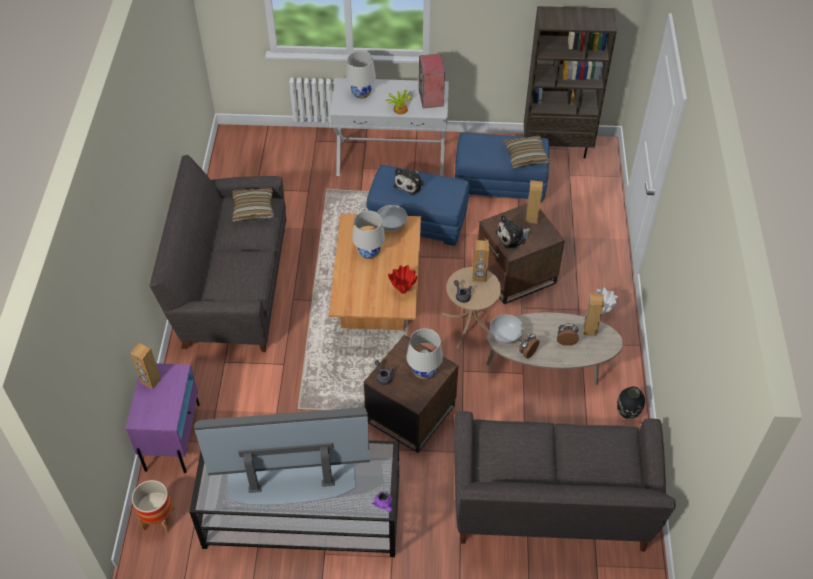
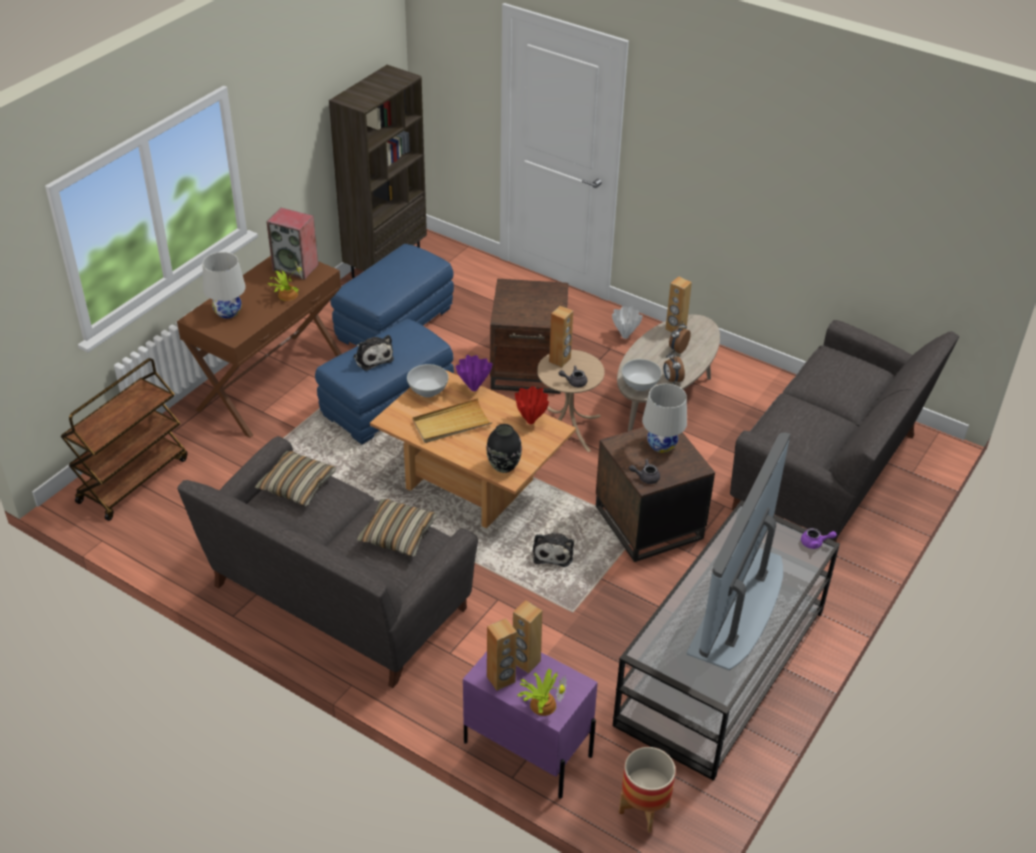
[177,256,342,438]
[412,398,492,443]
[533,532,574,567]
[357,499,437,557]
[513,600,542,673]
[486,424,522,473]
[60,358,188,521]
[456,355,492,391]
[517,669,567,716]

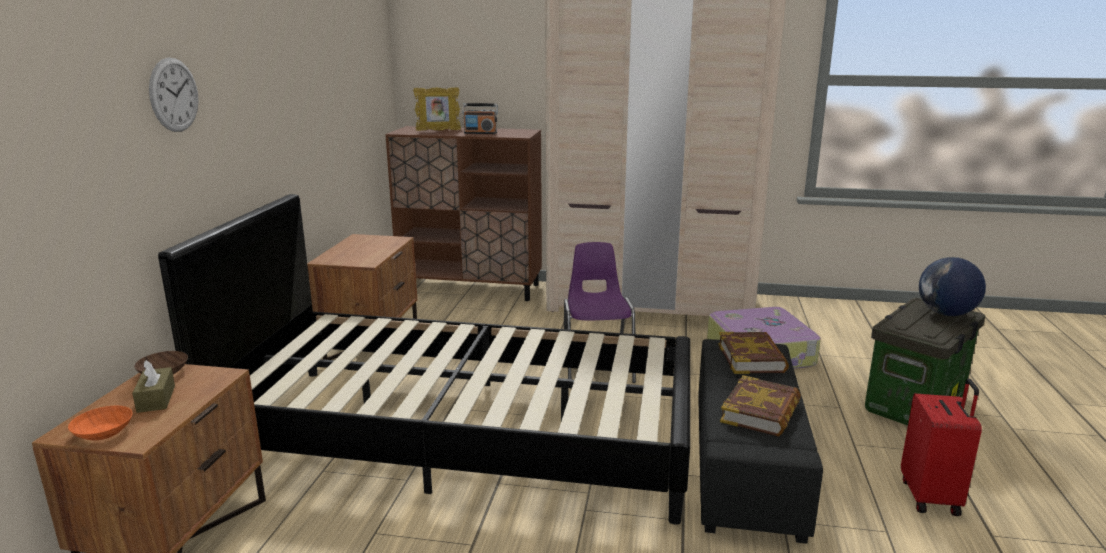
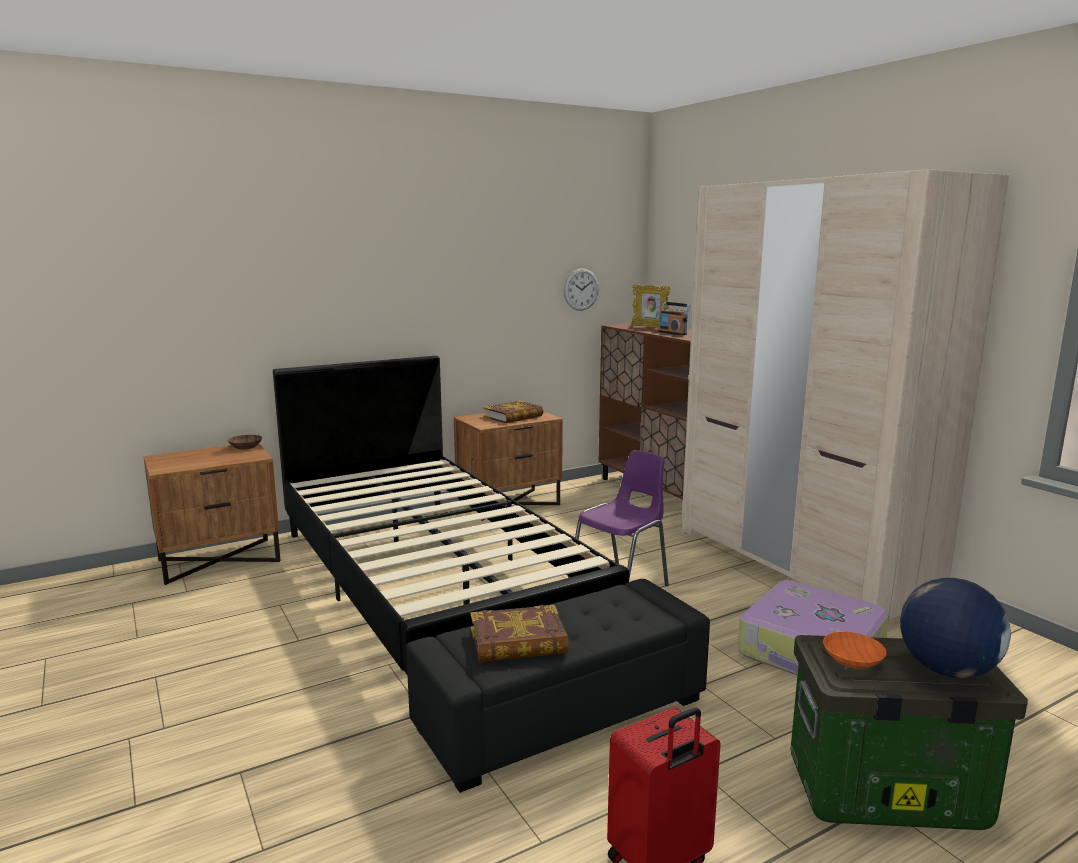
[823,632,887,669]
[132,360,175,413] (first image)
[564,268,599,311]
[483,401,544,423]

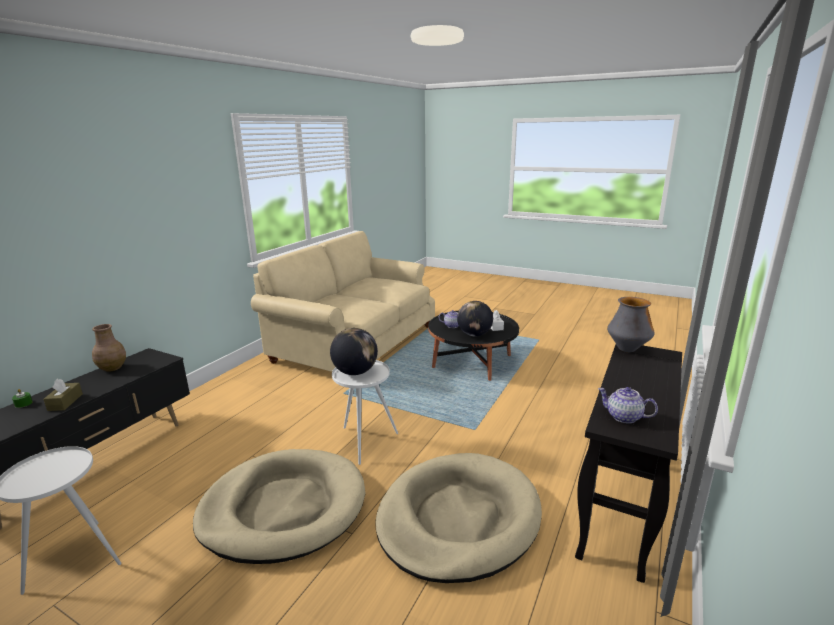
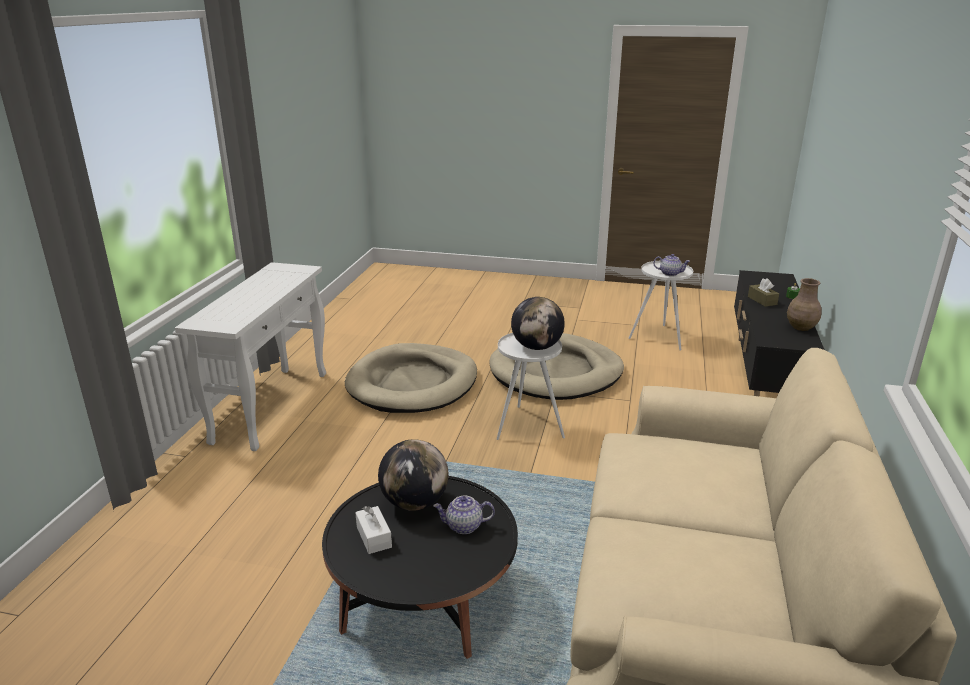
[175,262,326,451]
[653,254,690,276]
[607,297,655,352] (first image)

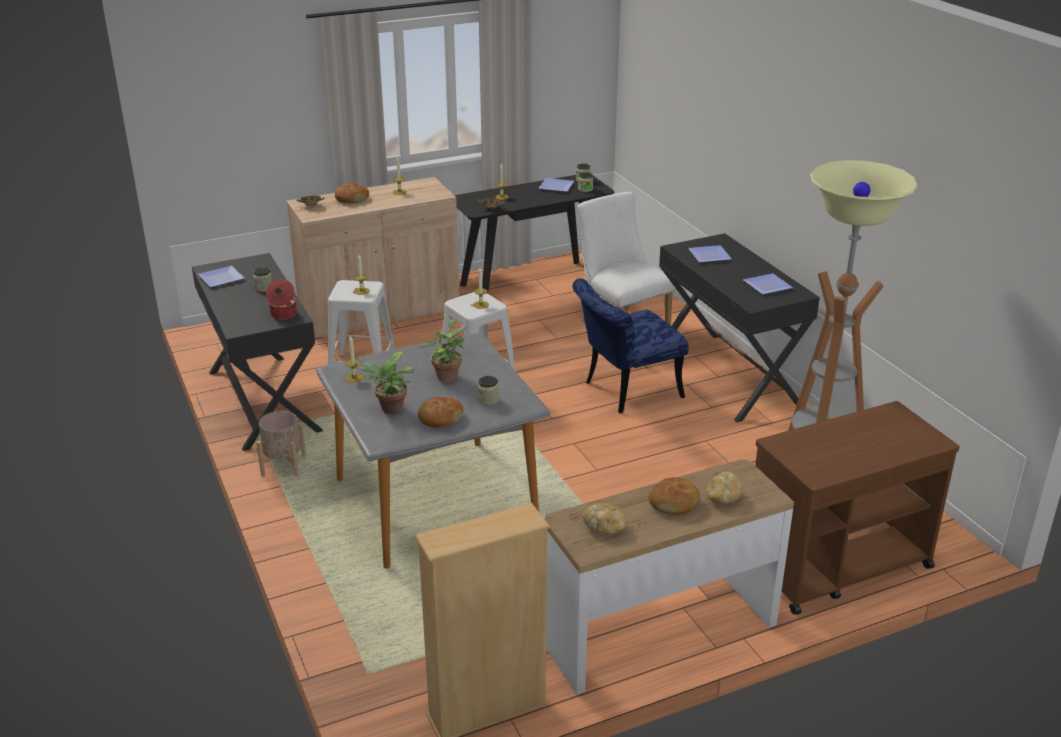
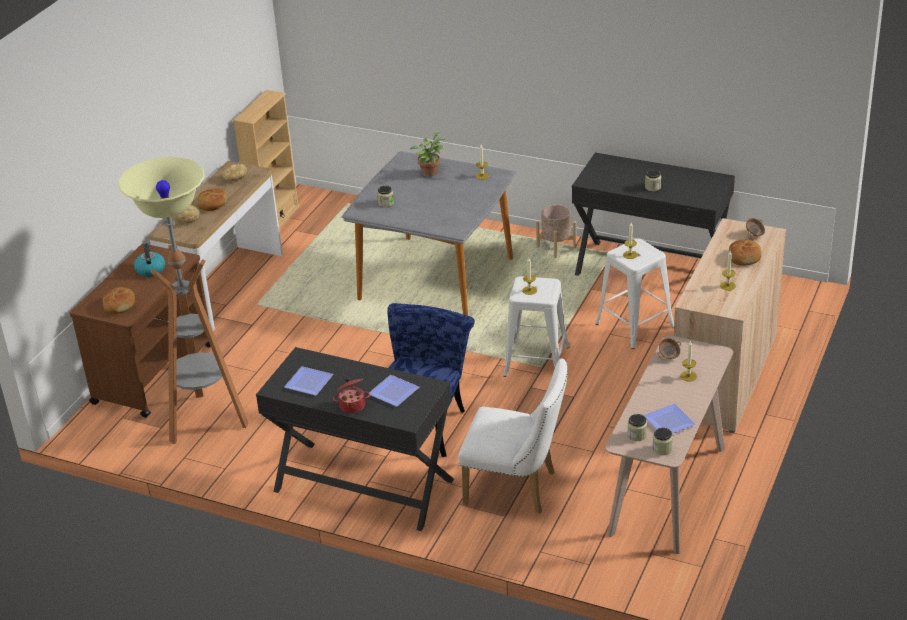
[198,266,245,287] (first image)
[333,378,370,413]
[103,287,135,314]
[419,319,466,382] (first image)
[605,335,733,554]
[134,243,165,277]

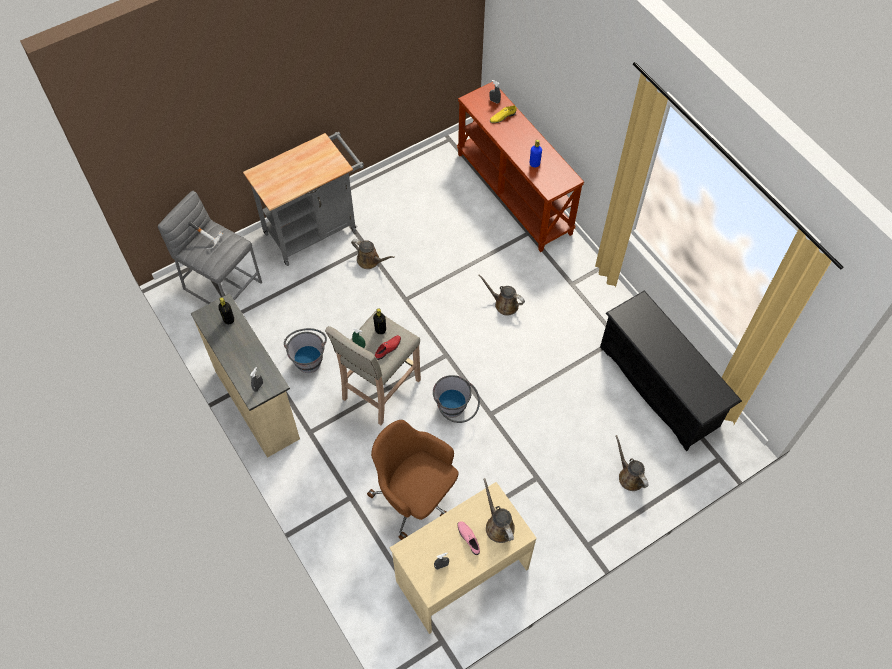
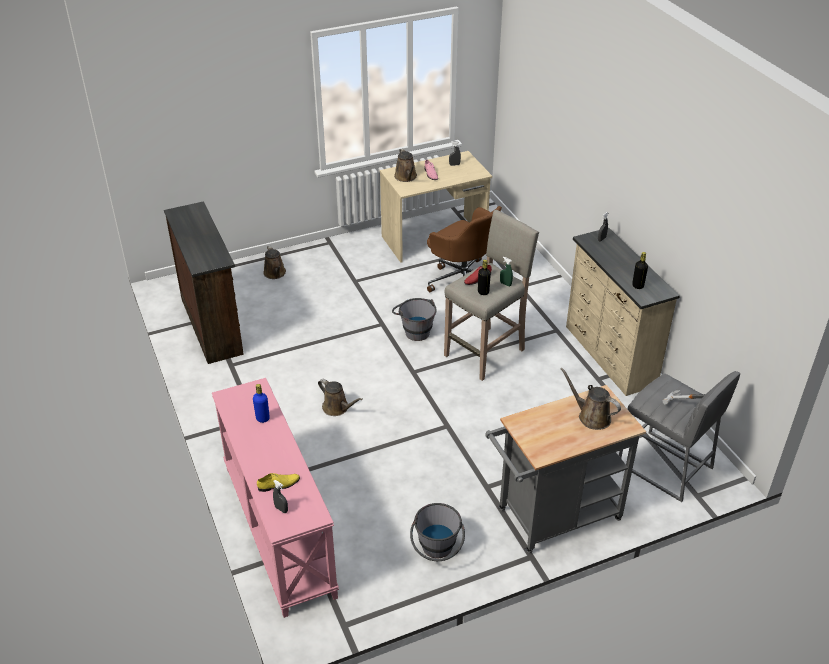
[410,503,465,561]
[560,367,621,430]
[212,378,339,618]
[164,201,244,364]

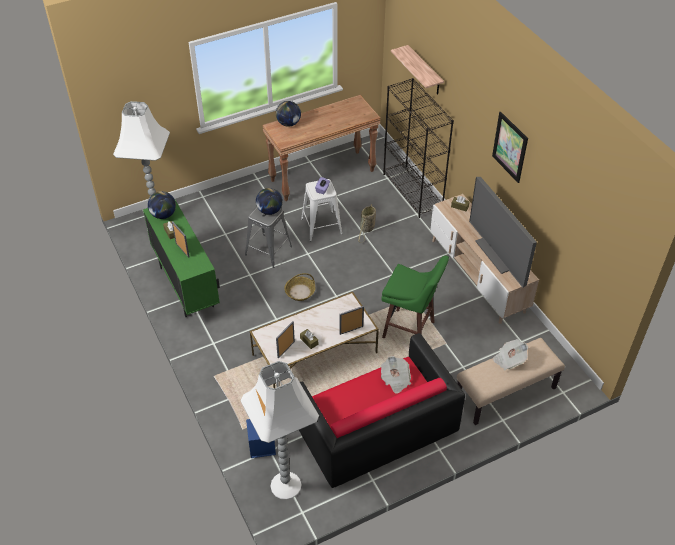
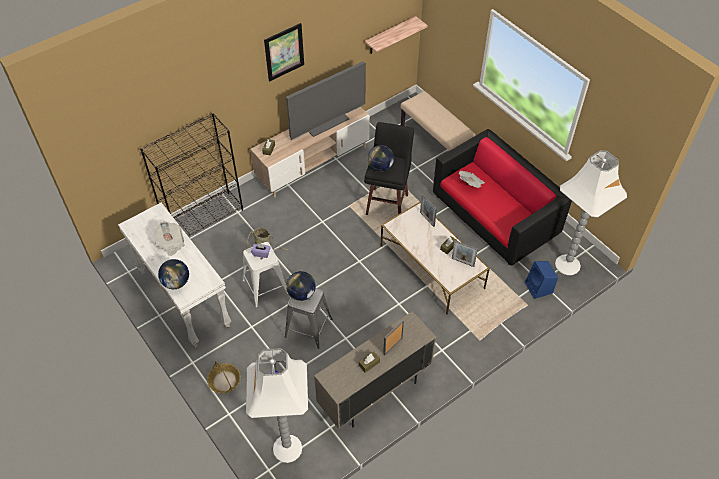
[314,311,436,429]
[368,145,394,172]
[118,203,231,348]
[207,361,241,393]
[364,122,414,215]
[365,16,428,54]
[154,221,185,256]

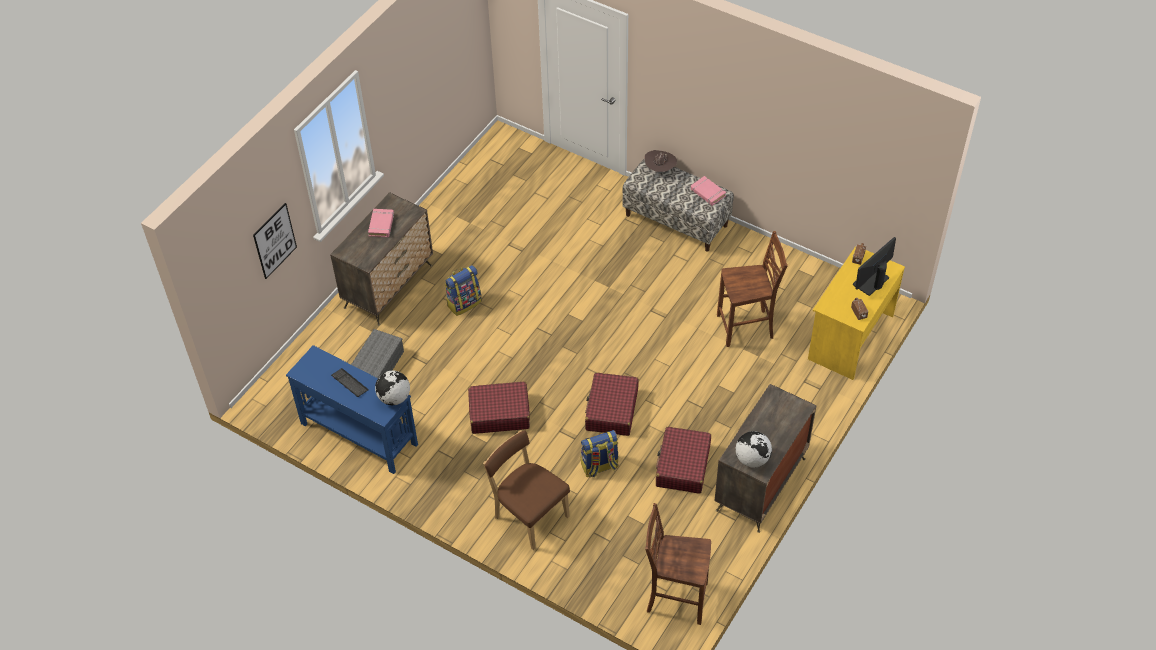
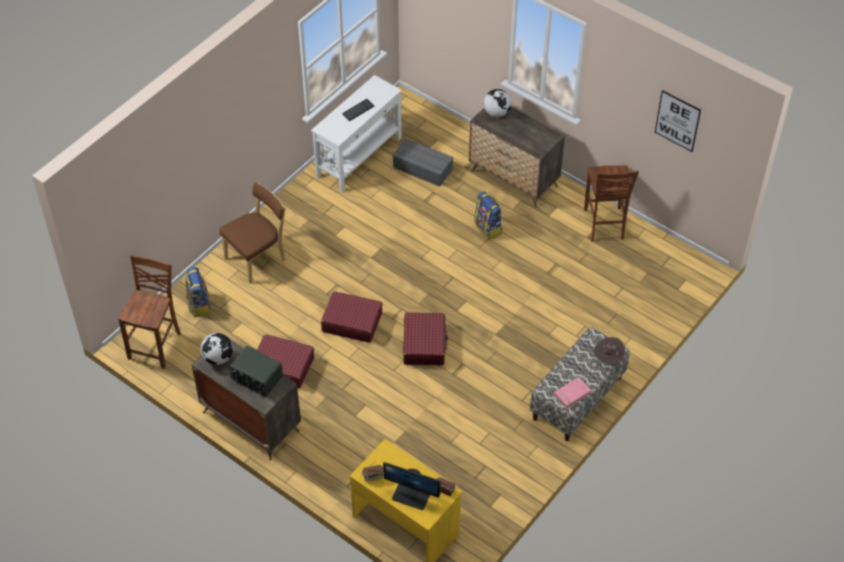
[655,90,701,152]
[311,75,402,193]
[368,209,394,237] (first image)
[483,89,511,117]
[403,312,448,365]
[186,267,211,317]
[584,165,639,242]
[383,462,440,510]
[229,346,283,397]

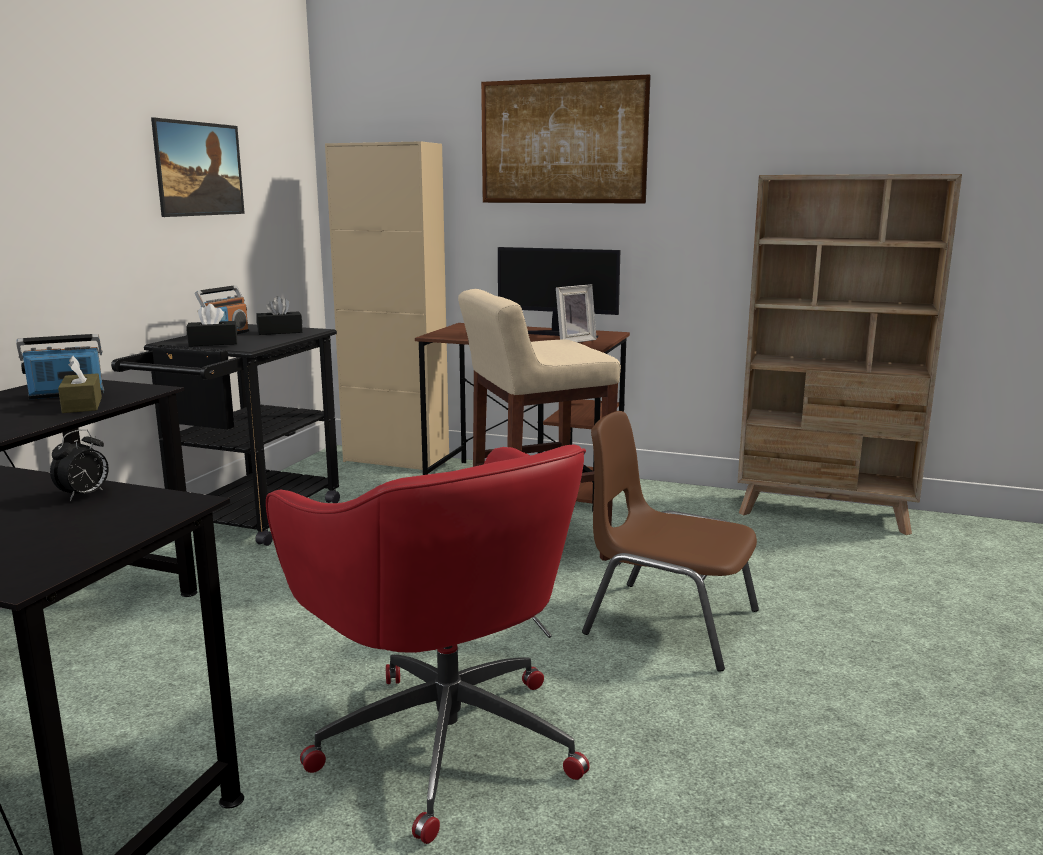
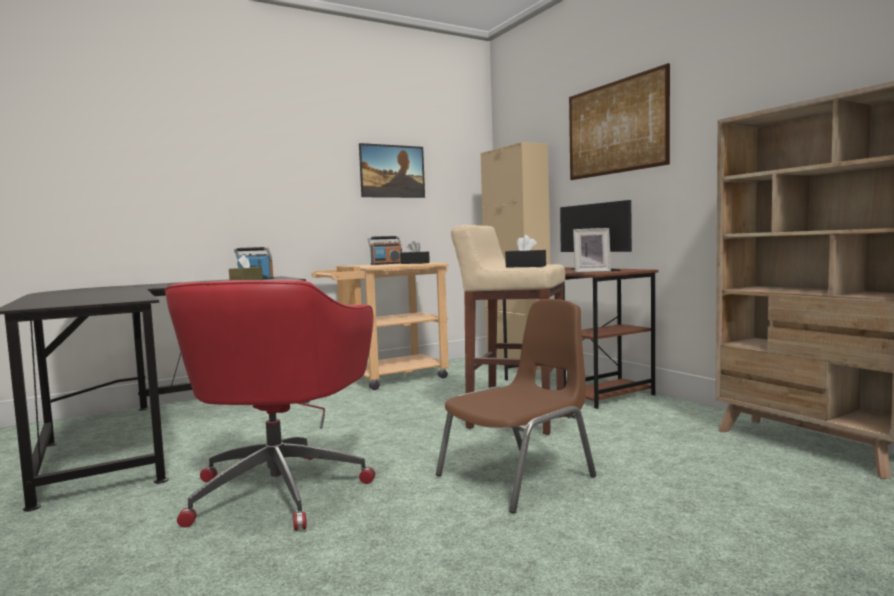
[50,429,109,501] (first image)
[311,263,450,390]
[505,235,546,268]
[436,299,596,514]

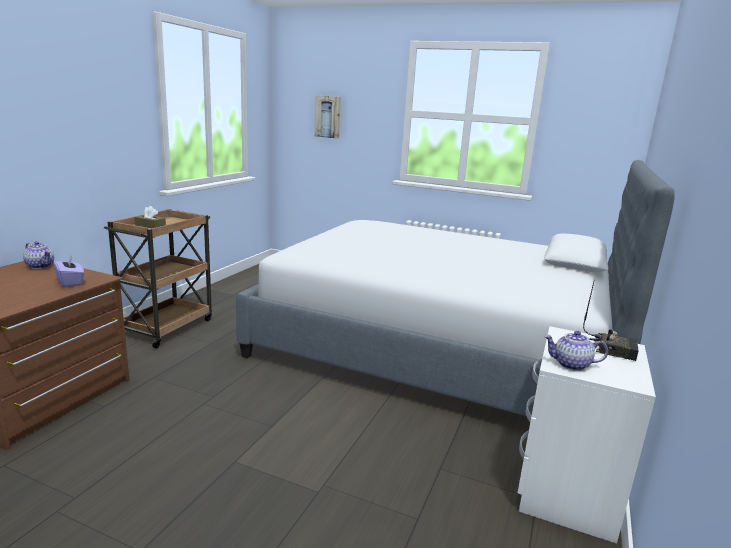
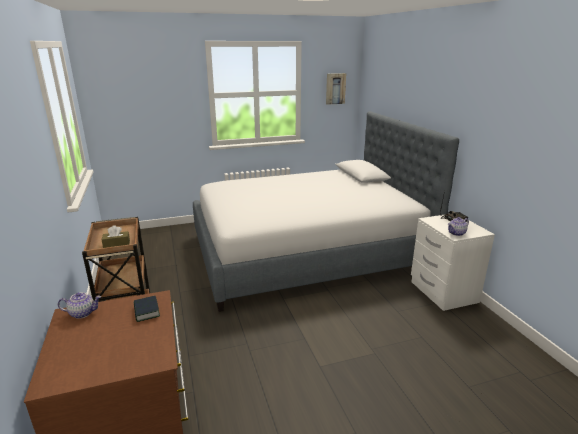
[134,296,160,322]
[326,73,346,105]

